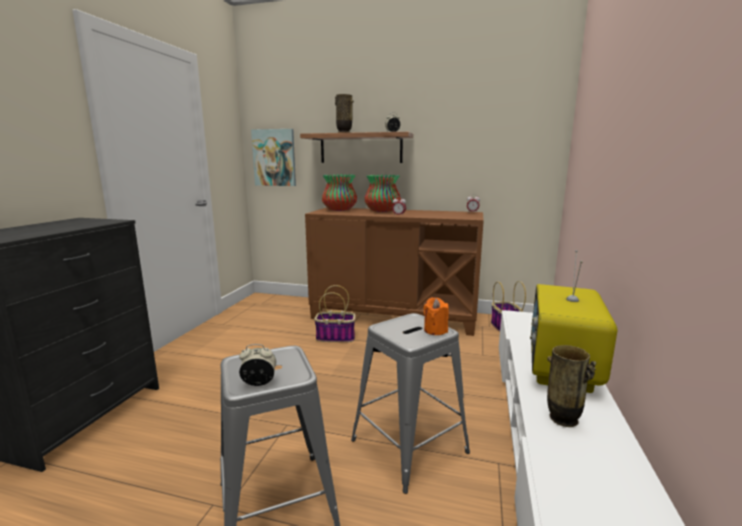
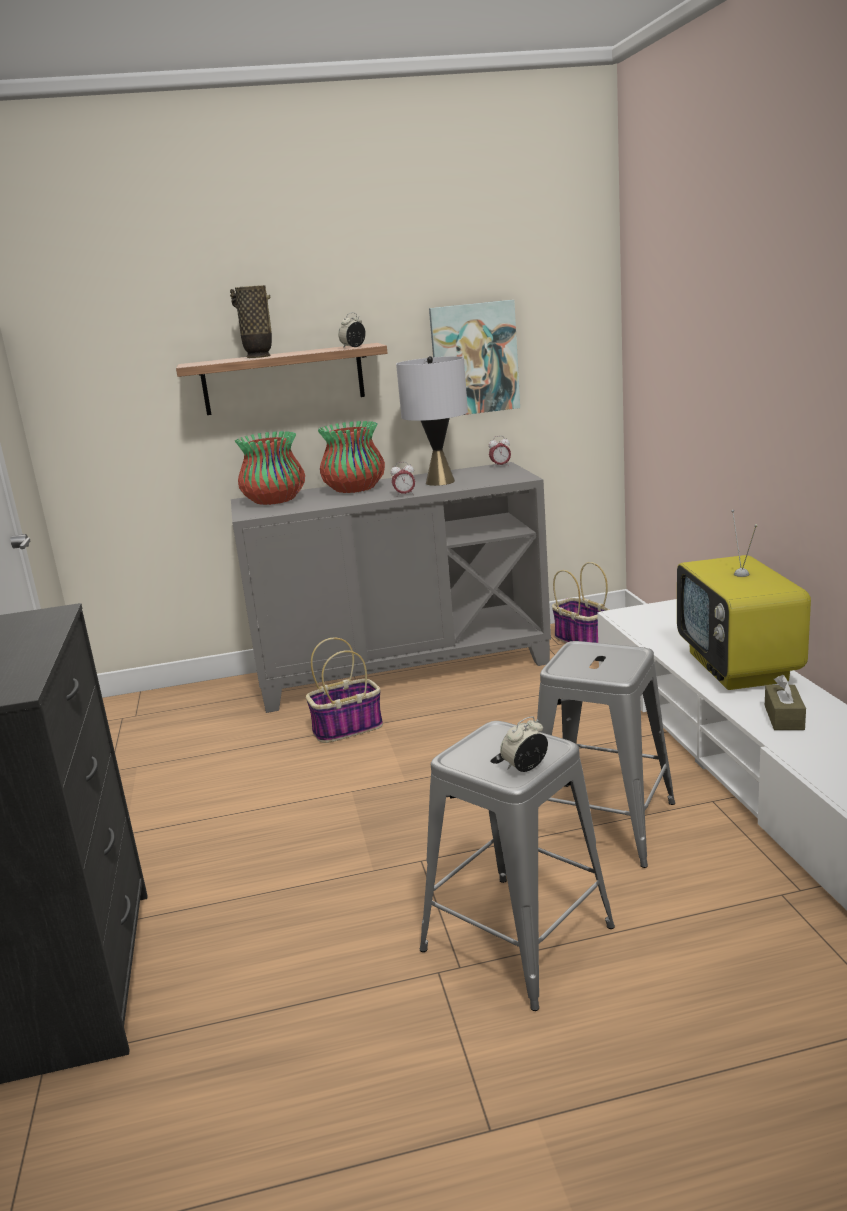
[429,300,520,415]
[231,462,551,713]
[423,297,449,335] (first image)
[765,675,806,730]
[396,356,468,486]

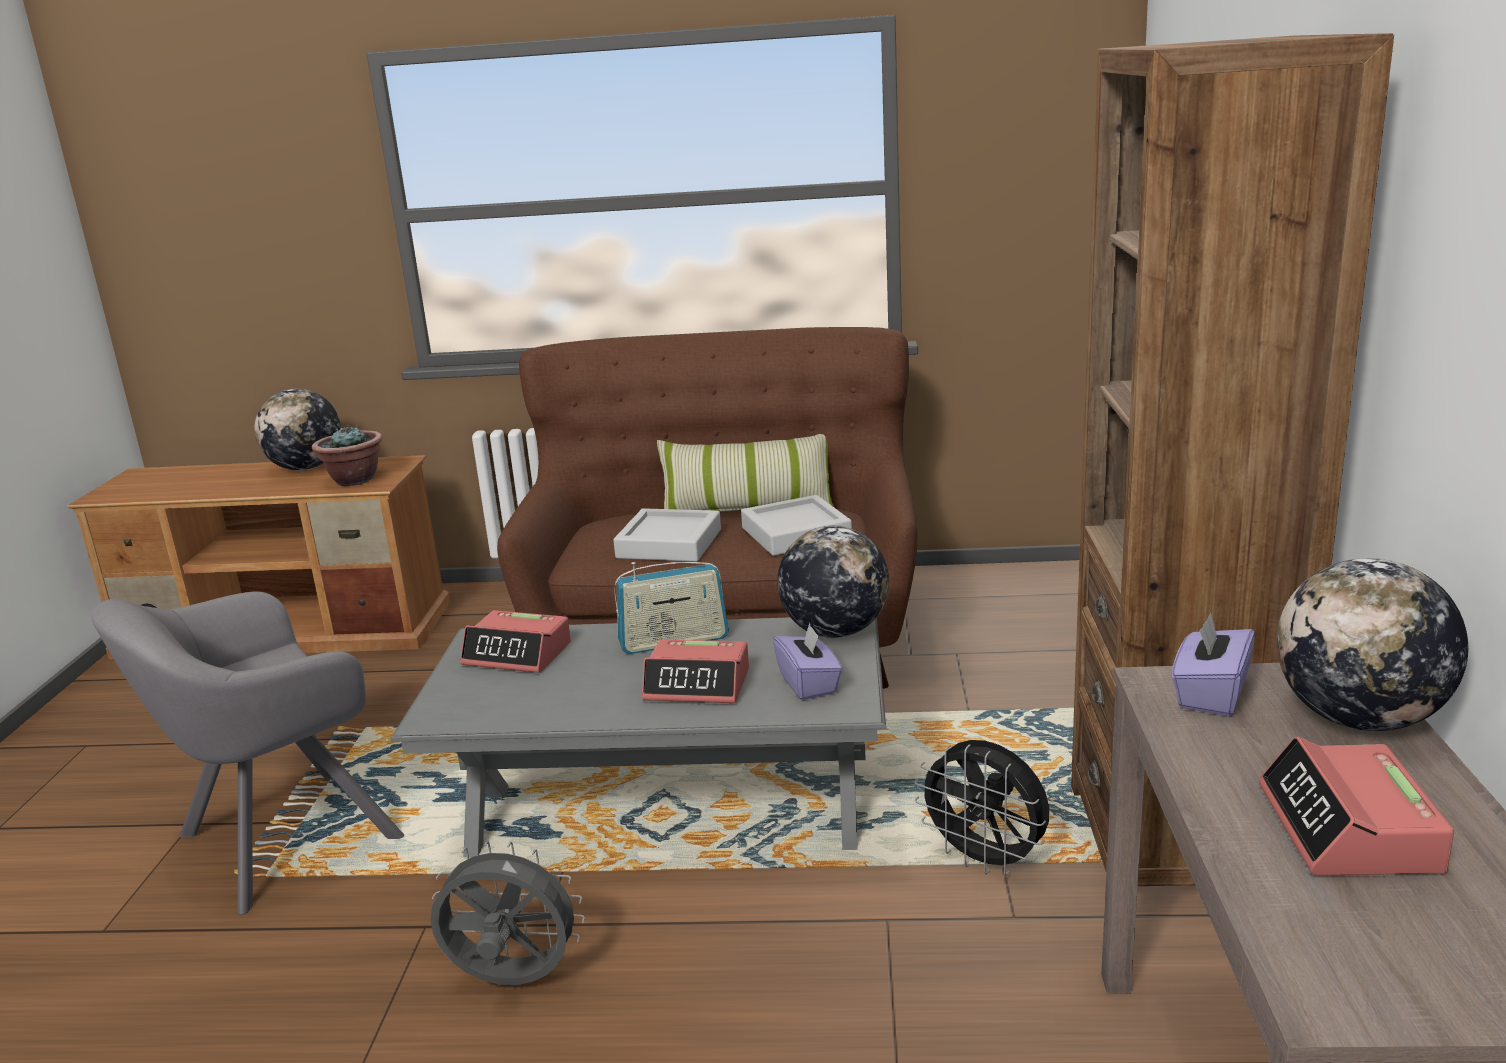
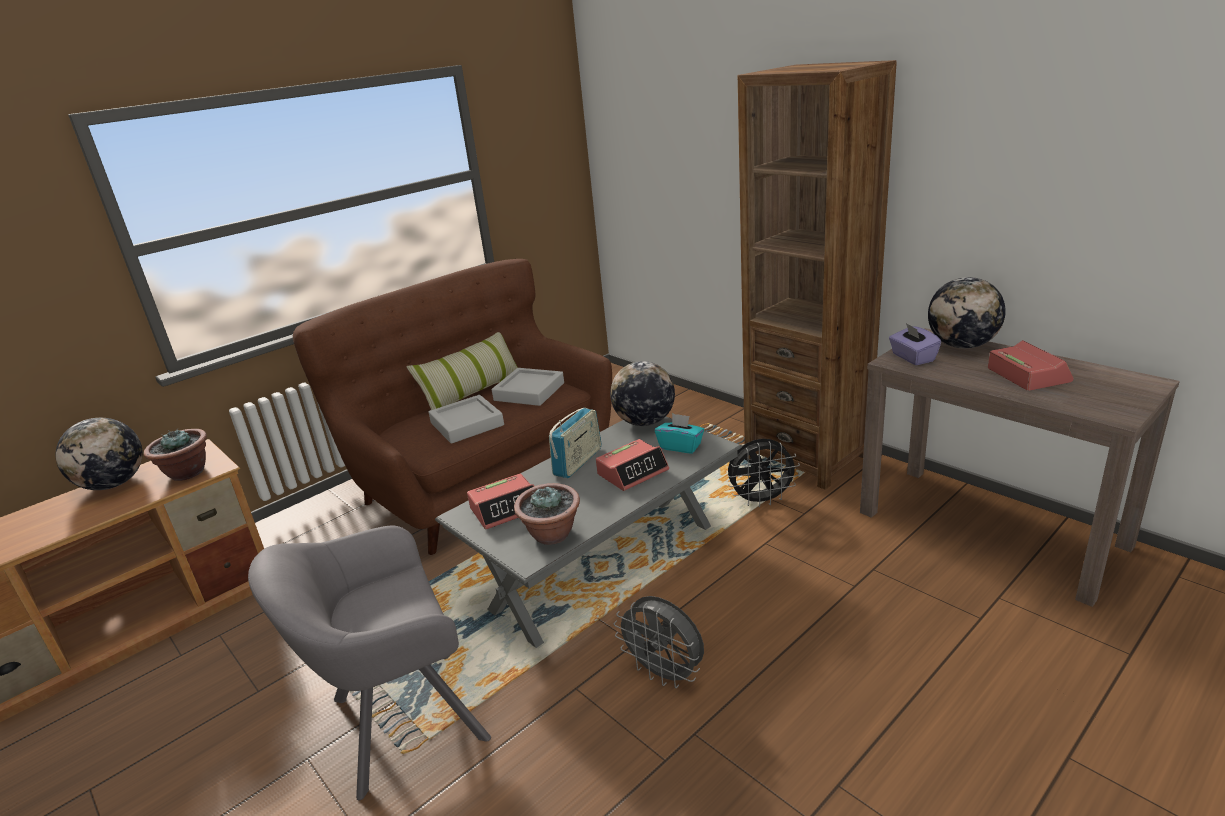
[248,526,491,800]
[614,596,704,688]
[655,413,704,454]
[988,340,1074,391]
[514,483,580,545]

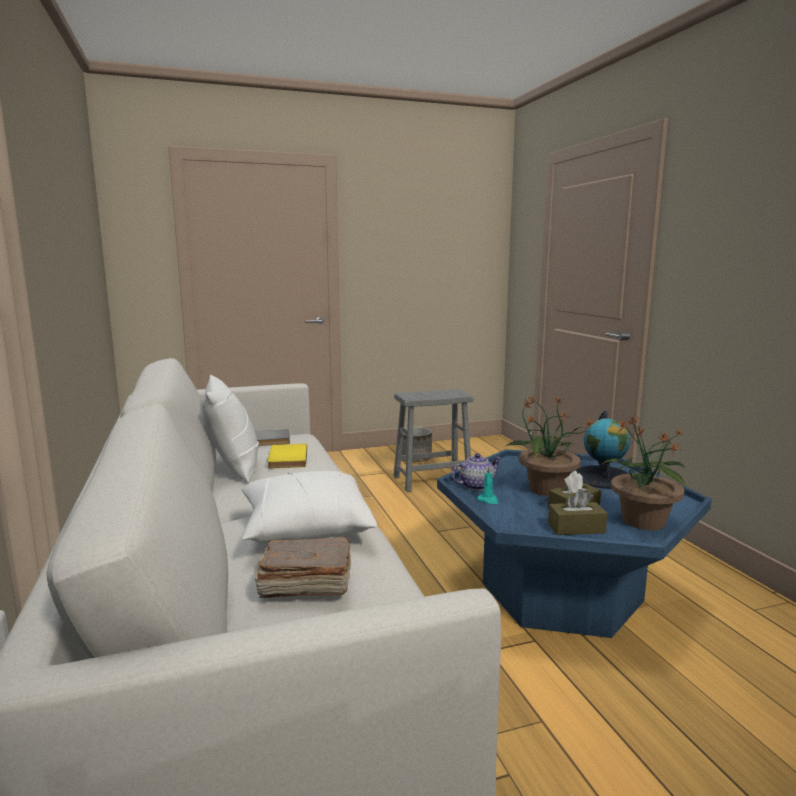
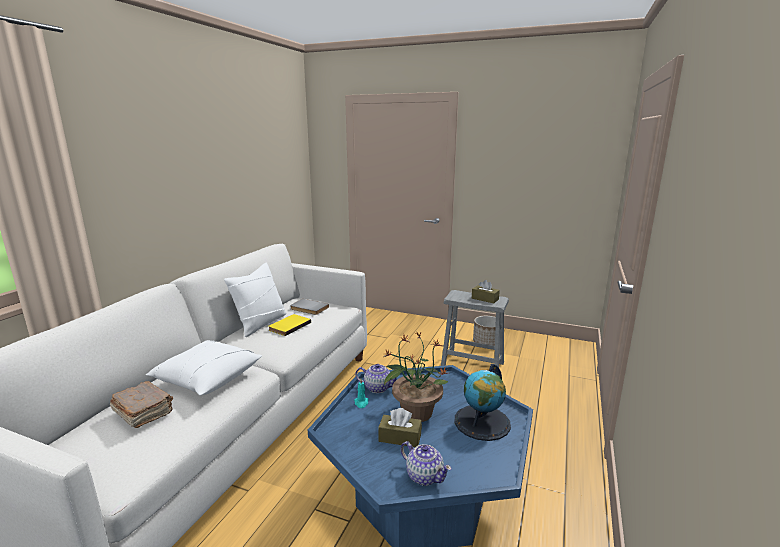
[472,280,500,303]
[401,441,452,486]

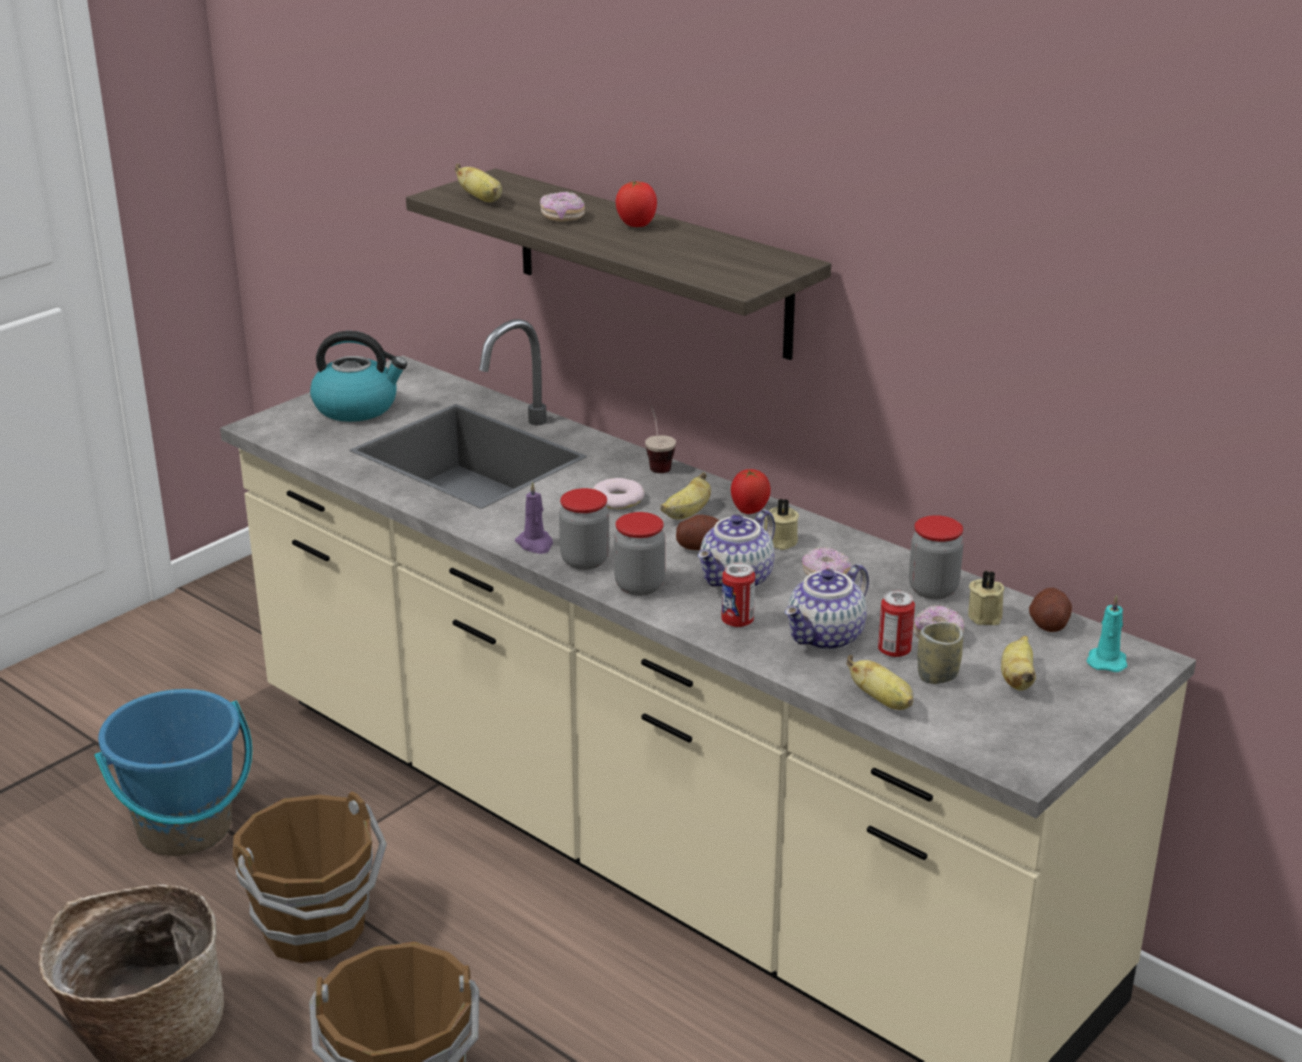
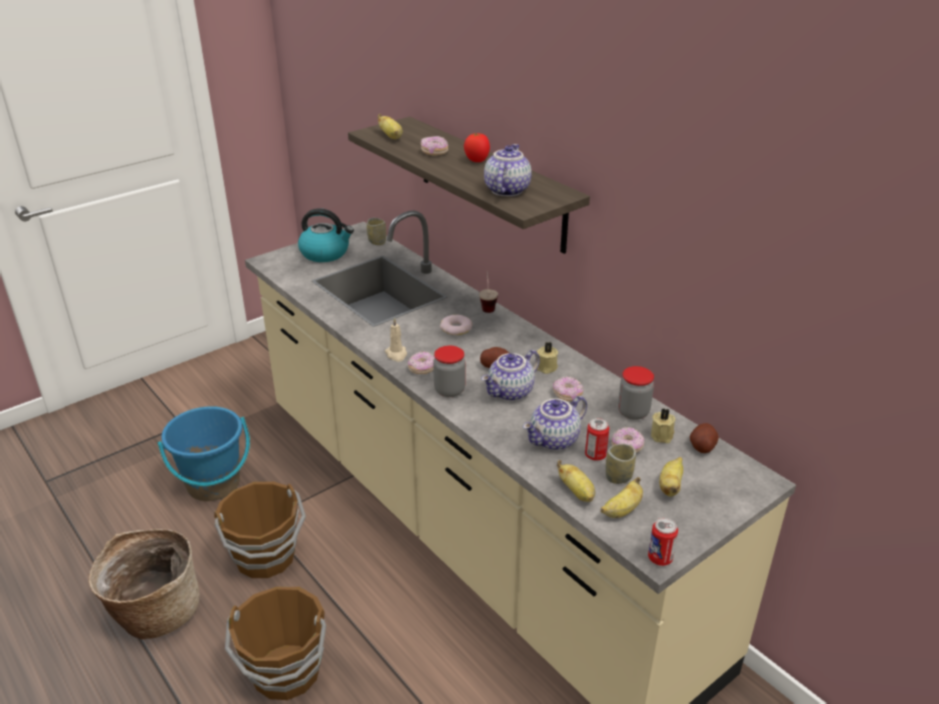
[385,318,407,362]
[408,351,435,374]
[601,477,643,518]
[648,518,678,566]
[731,469,771,514] (first image)
[1087,595,1127,672] (first image)
[367,218,386,245]
[484,144,532,197]

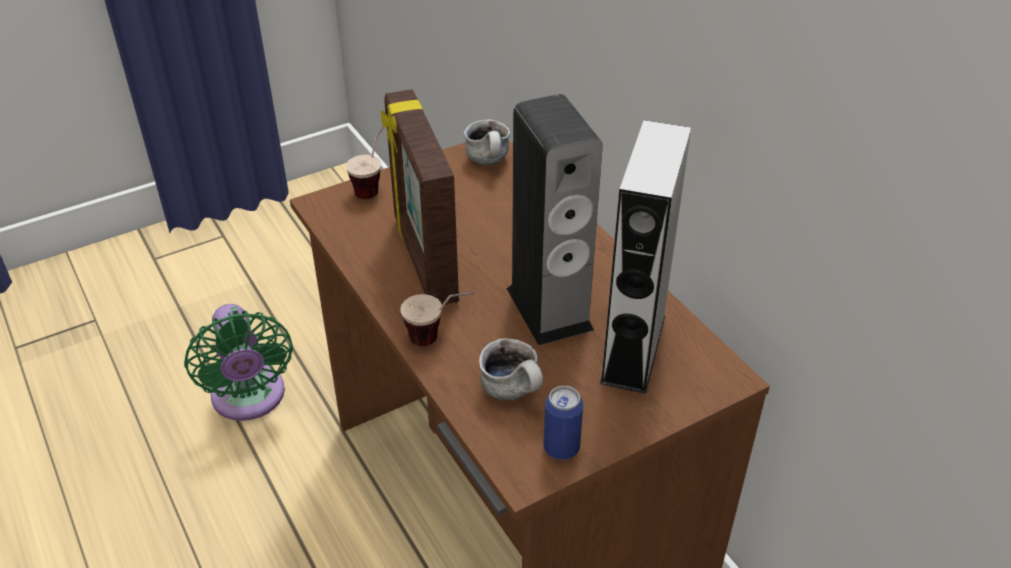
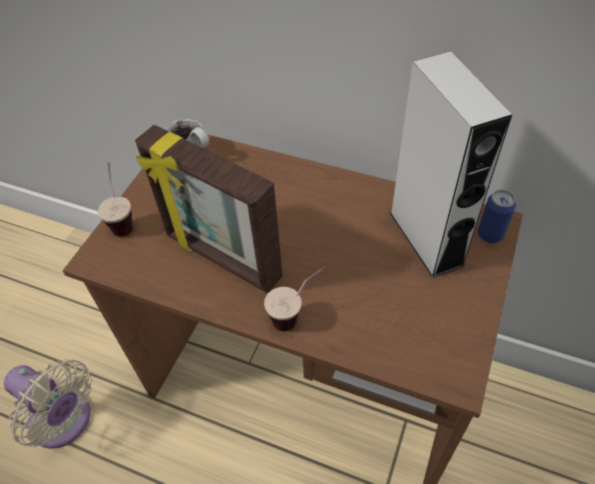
[4,359,92,449]
[479,338,543,400] (first image)
[507,94,603,345] (first image)
[478,189,516,243]

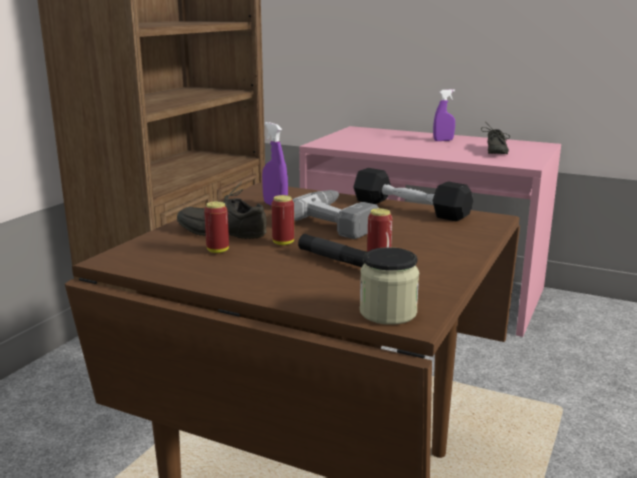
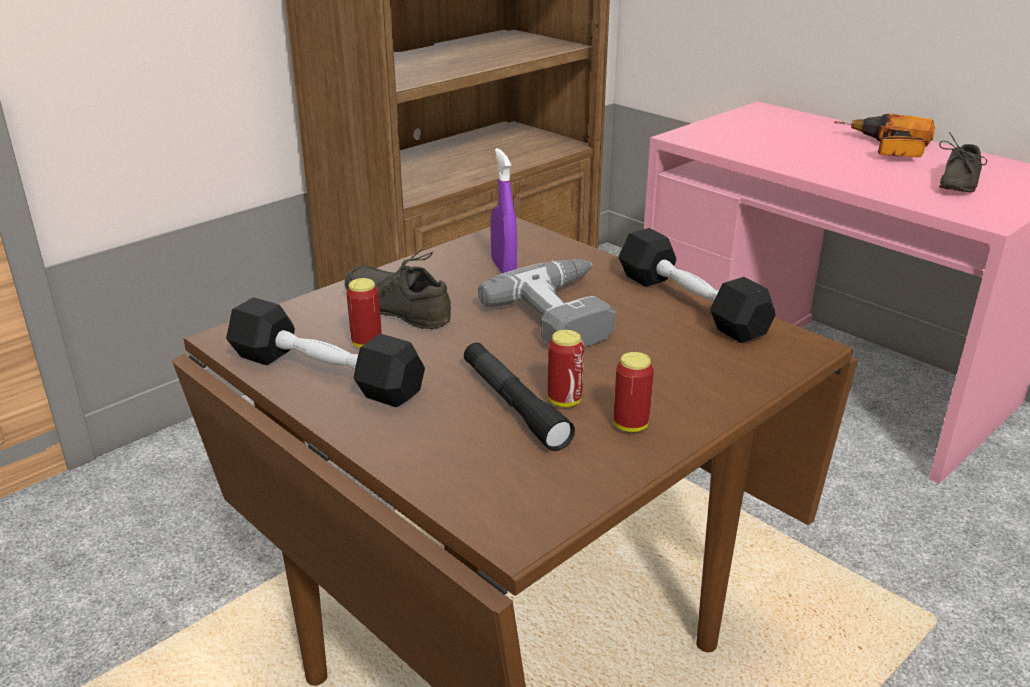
[614,352,654,432]
[360,247,419,325] (first image)
[835,114,935,157]
[226,297,425,407]

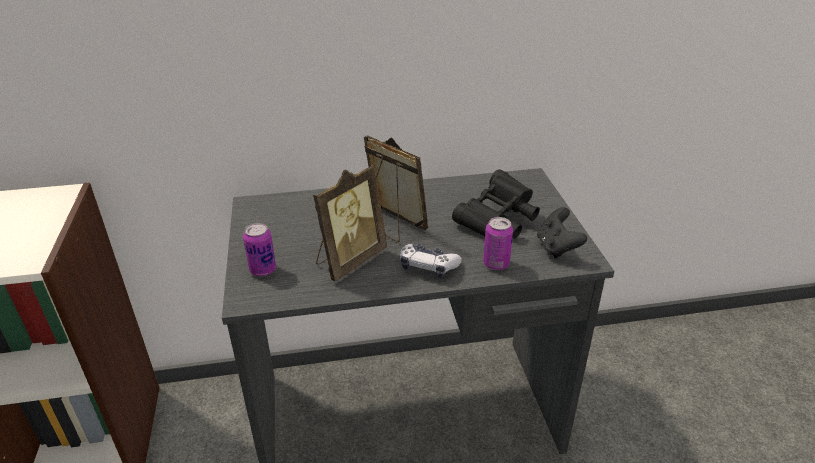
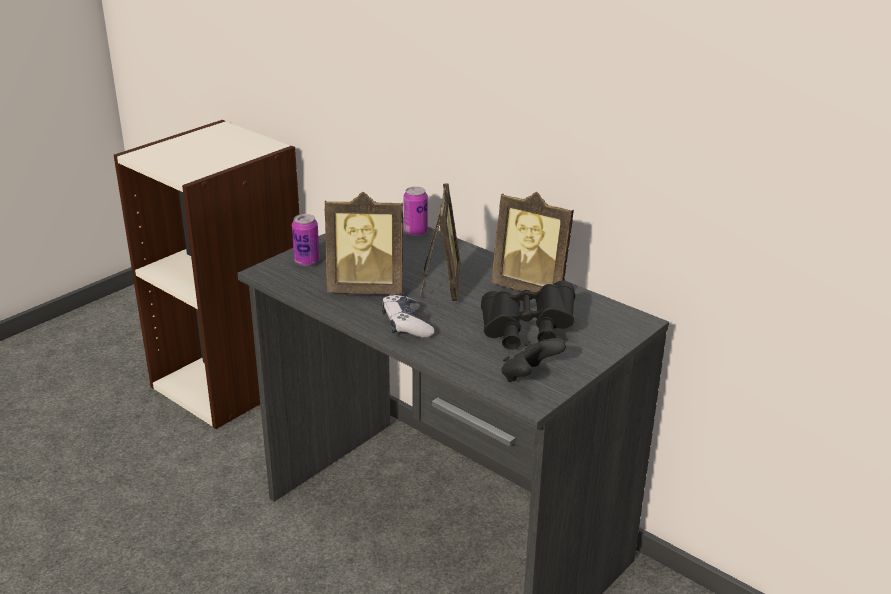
[403,187,428,236]
[491,192,574,292]

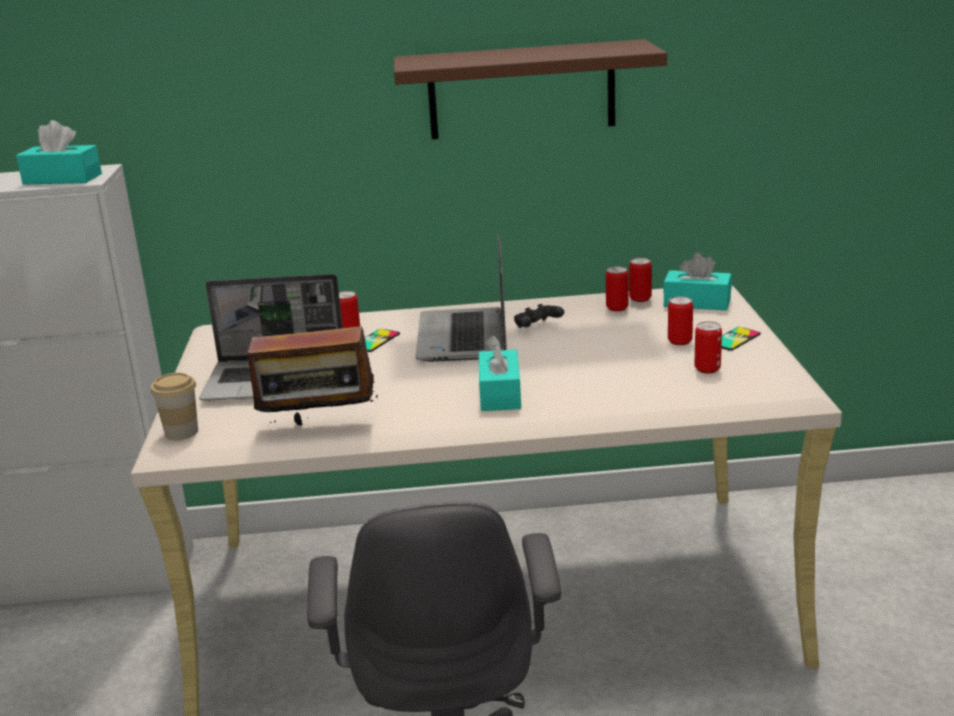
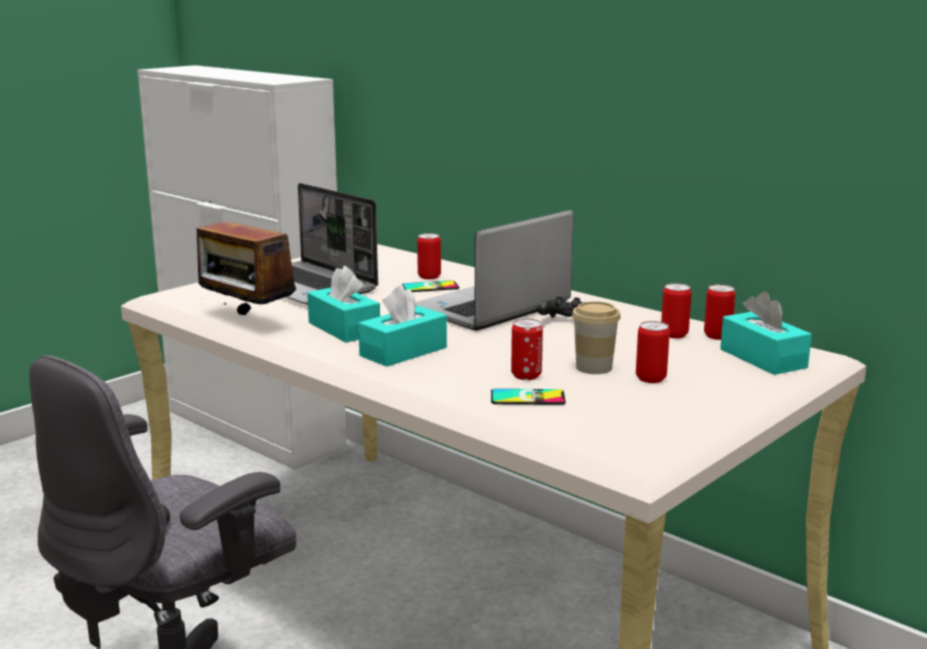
[307,266,380,343]
[572,301,621,374]
[394,39,667,139] (first image)
[511,319,543,380]
[491,389,566,405]

